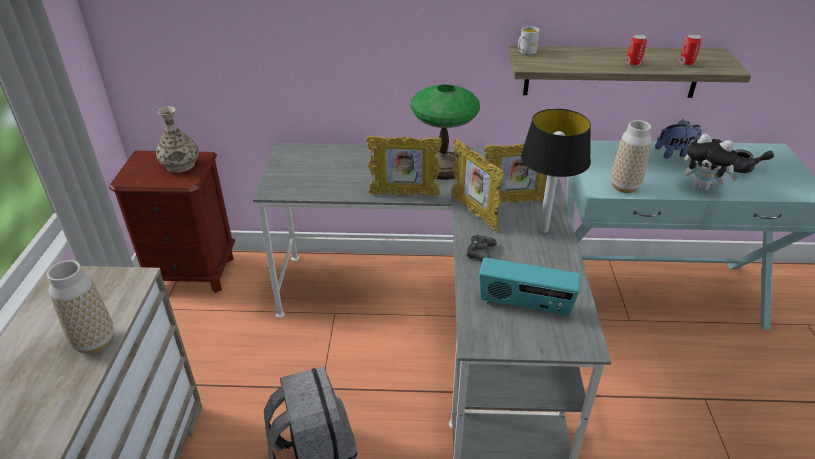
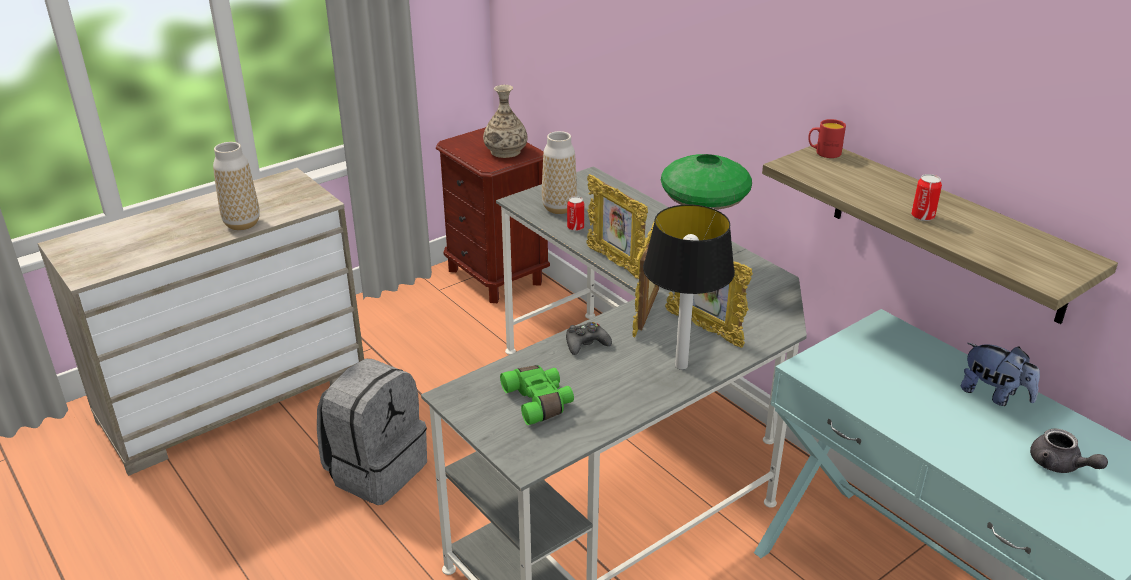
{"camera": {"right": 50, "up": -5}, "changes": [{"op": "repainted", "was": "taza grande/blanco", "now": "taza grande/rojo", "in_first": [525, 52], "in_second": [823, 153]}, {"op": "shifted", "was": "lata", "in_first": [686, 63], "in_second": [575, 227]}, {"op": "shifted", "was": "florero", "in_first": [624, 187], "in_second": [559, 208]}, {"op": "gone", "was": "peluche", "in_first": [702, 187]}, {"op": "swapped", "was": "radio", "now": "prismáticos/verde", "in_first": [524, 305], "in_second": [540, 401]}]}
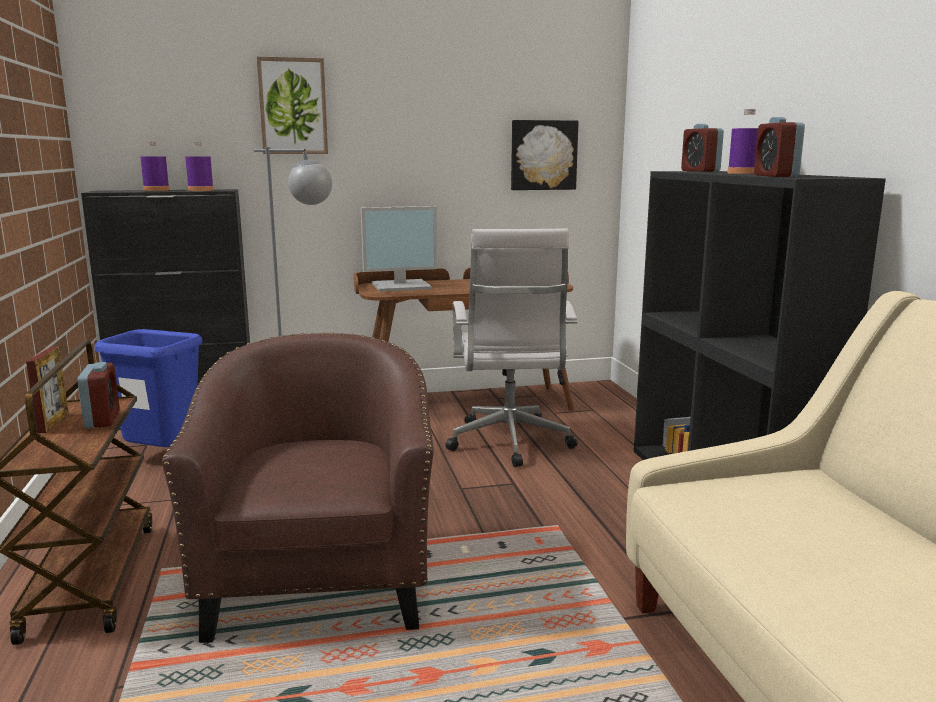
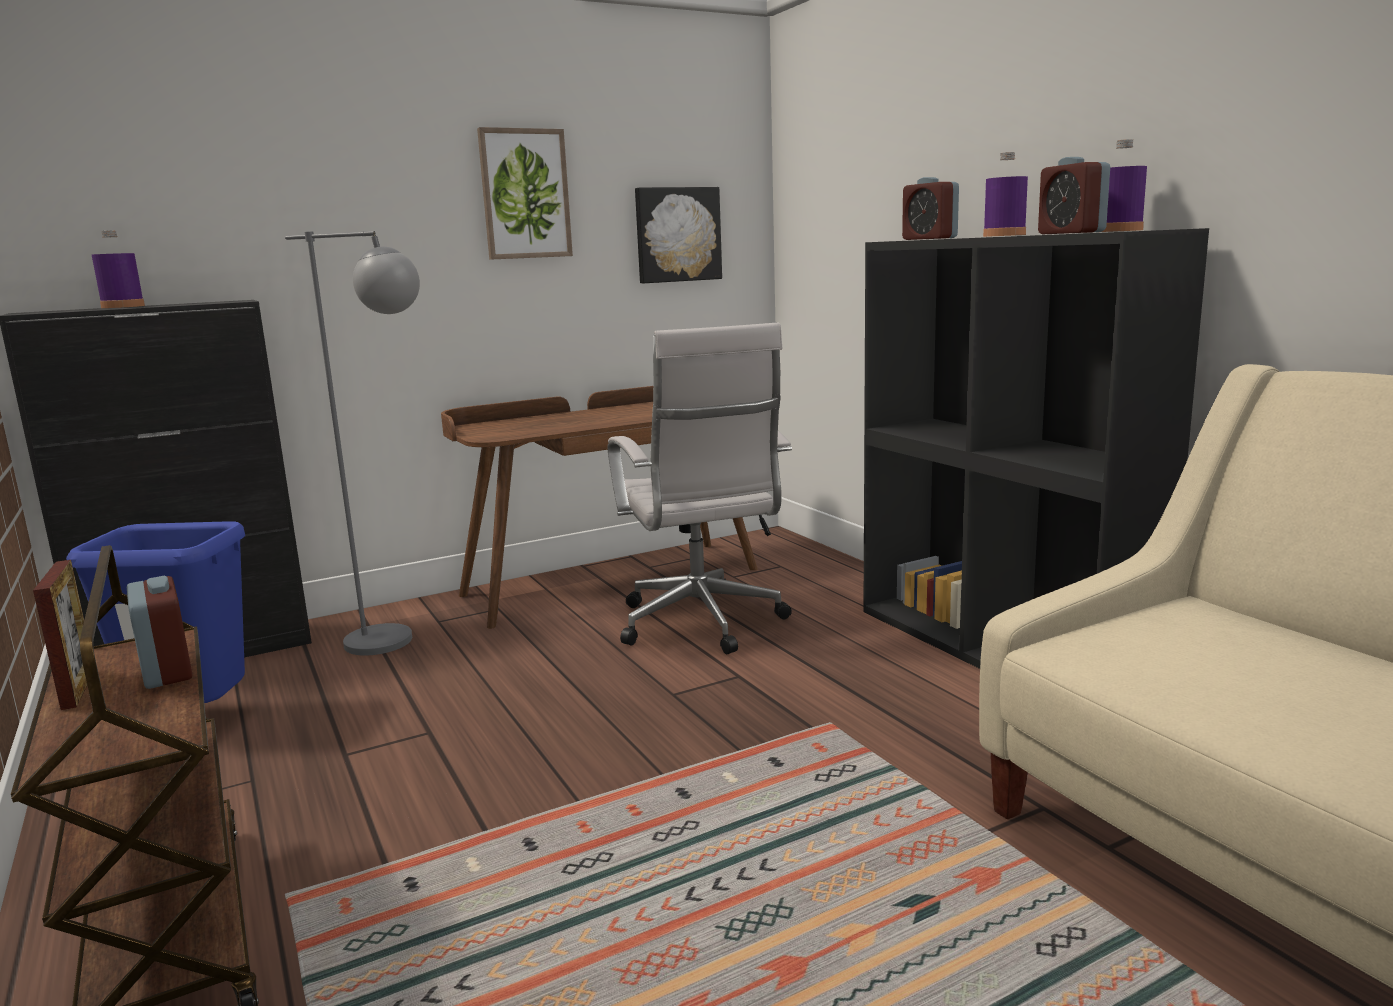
{"camera": {"right": -15, "up": 0}, "changes": [{"op": "shifted", "was": "cuadro", "in_first": [293, 106], "in_second": [525, 194]}, {"op": "shifted", "was": "botella/morado", "in_first": [201, 190], "in_second": [1118, 231]}, {"op": "gone", "was": "monitor", "in_first": [402, 286]}, {"op": "gone", "was": "sillón/marrón", "in_first": [320, 581]}]}
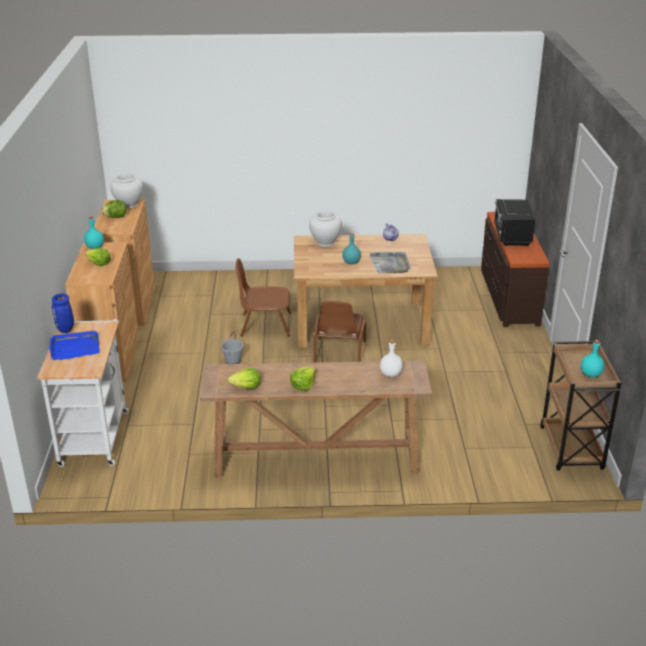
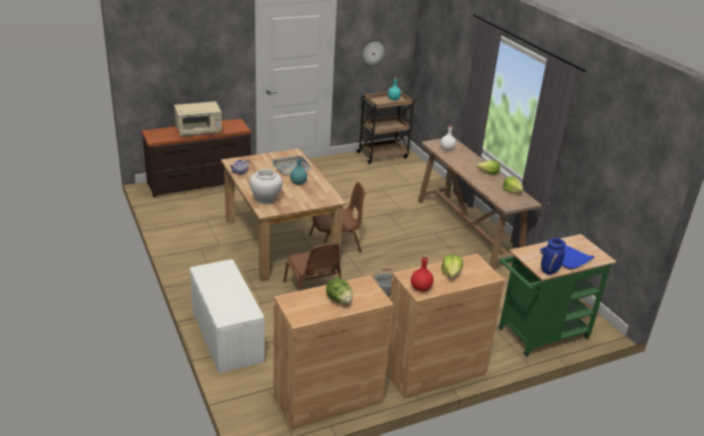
{"camera": {"right": -115, "up": 0}, "changes": [{"op": "gone", "was": "florero/blanco", "in_first": [128, 205]}, {"op": "repainted", "was": "microondas/negro", "now": "microondas/beis", "in_first": [511, 236], "in_second": [199, 131]}, {"op": "repainted", "was": "botella/turquesa", "now": "botella/rojo", "in_first": [95, 247], "in_second": [420, 288]}, {"op": "repainted", "was": "carrito/blanco", "now": "carrito/verde", "in_first": [95, 434], "in_second": [538, 335]}, {"op": "new", "now": "reloj de pared", "in_second": [373, 53]}, {"op": "new", "now": "banco/blanco", "in_second": [225, 335]}]}
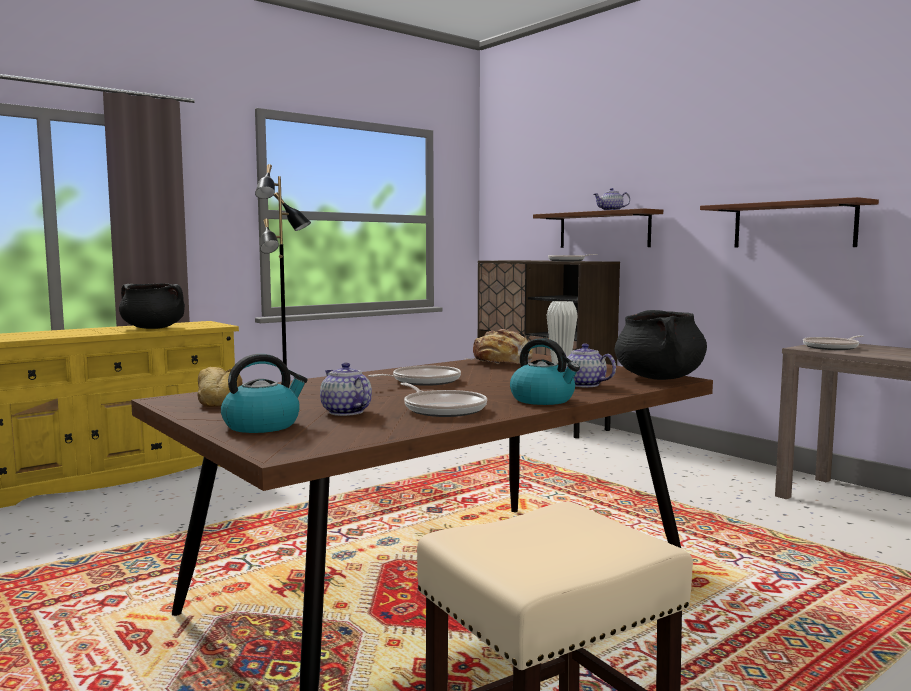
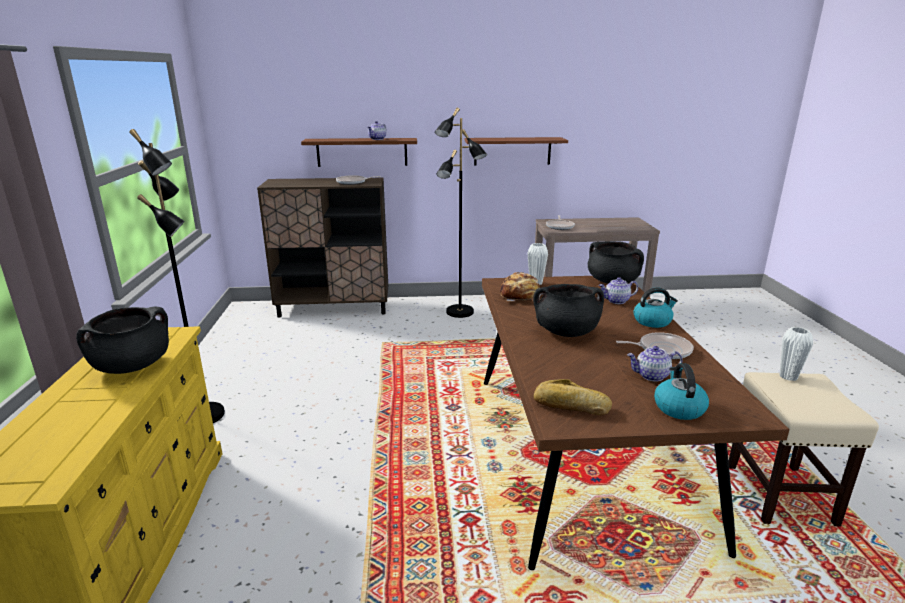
{"camera": {"right": -55, "up": 15}, "changes": [{"op": "swapped", "was": "sartén", "now": "olla/negro", "in_first": [423, 381], "in_second": [566, 332]}, {"op": "new", "now": "lámpara de pie/negro", "in_second": [460, 312]}, {"op": "new", "now": "florero/blanco", "in_second": [788, 377]}]}
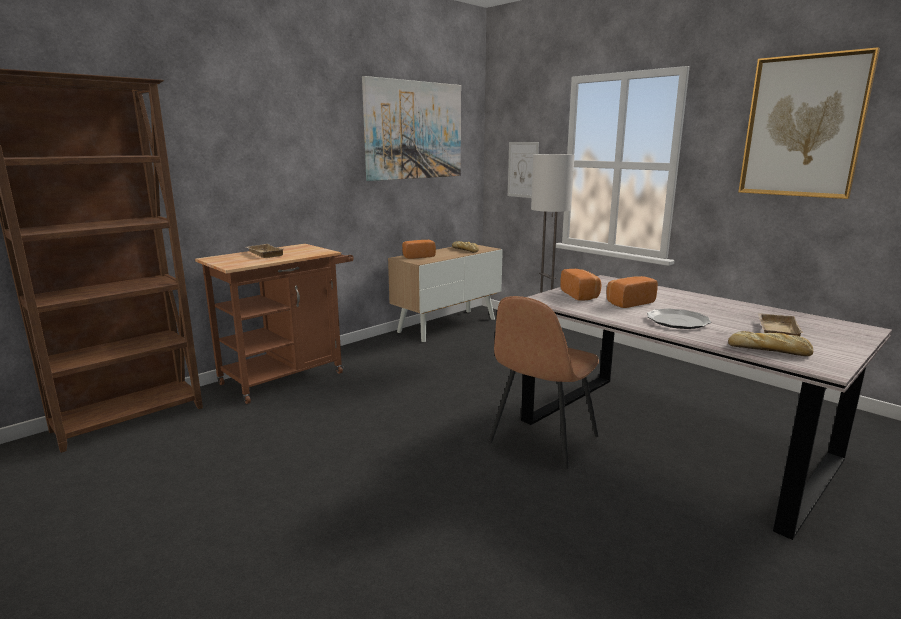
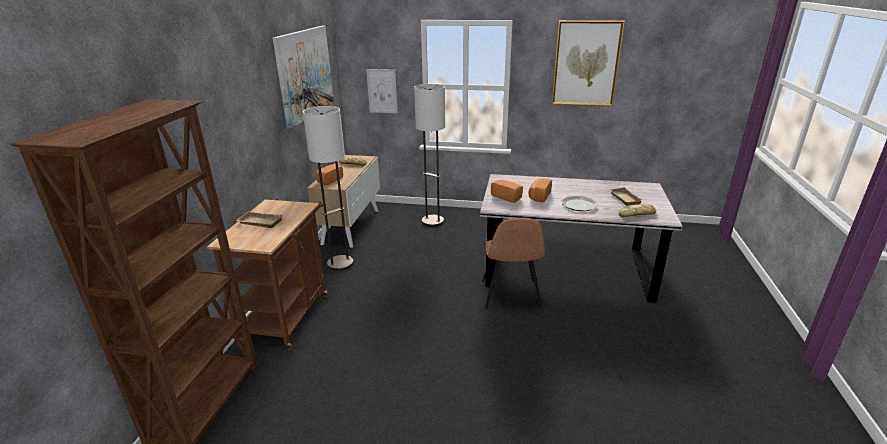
{"camera": {"right": -35, "up": 10}, "changes": [{"op": "new", "now": "lámpara de pie", "in_second": [340, 263]}]}
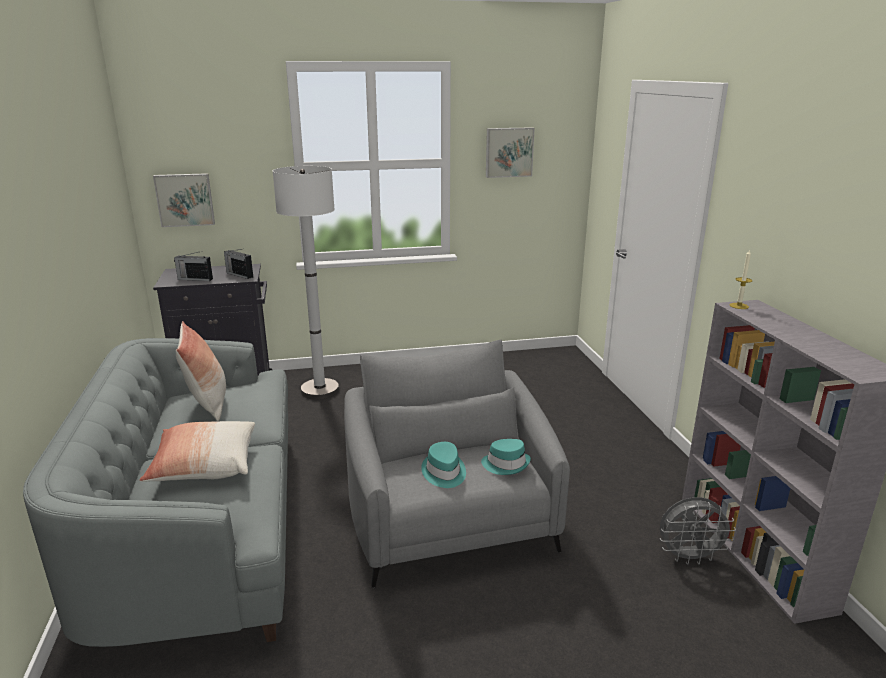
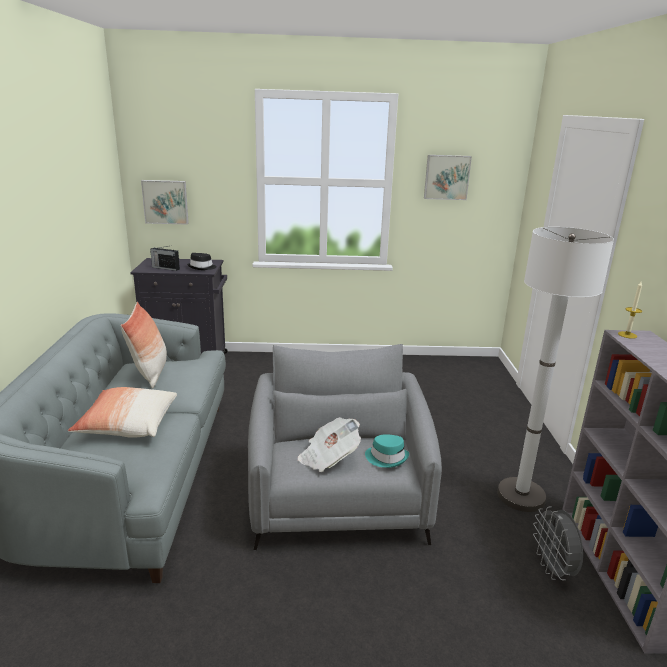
{"camera": {"right": 10, "up": 0}, "changes": [{"op": "shifted", "was": "lámpara de pie/blanco", "in_first": [320, 390], "in_second": [521, 496]}, {"op": "swapped", "was": "radio", "now": "sombrero/negro", "in_first": [239, 275], "in_second": [202, 267]}, {"op": "swapped", "was": "sombrero/turquesa", "now": "periódico", "in_first": [443, 472], "in_second": [328, 457]}, {"op": "rotated", "was": "ventilador/gris", "in_first": [689, 557], "in_second": [553, 569], "clockwise": 75}]}
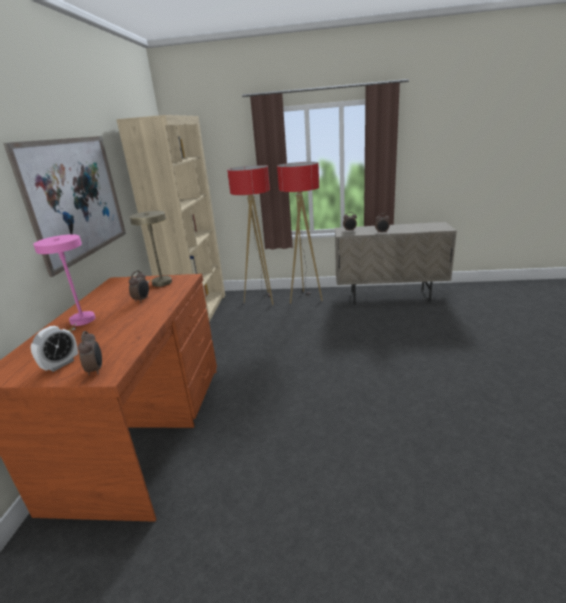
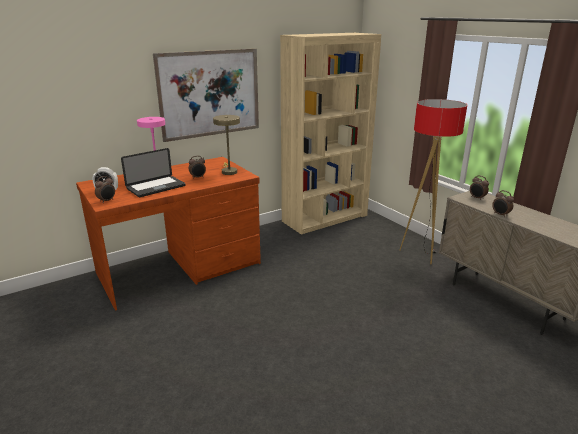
{"camera": {"right": 50, "up": 0}, "changes": [{"op": "gone", "was": "lámpara de pie", "in_first": [262, 300]}, {"op": "new", "now": "portátil", "in_second": [156, 187]}]}
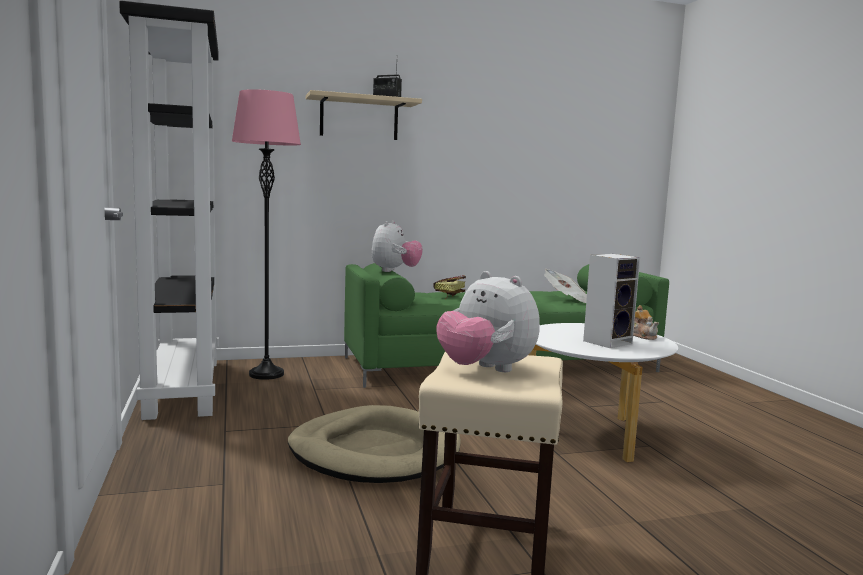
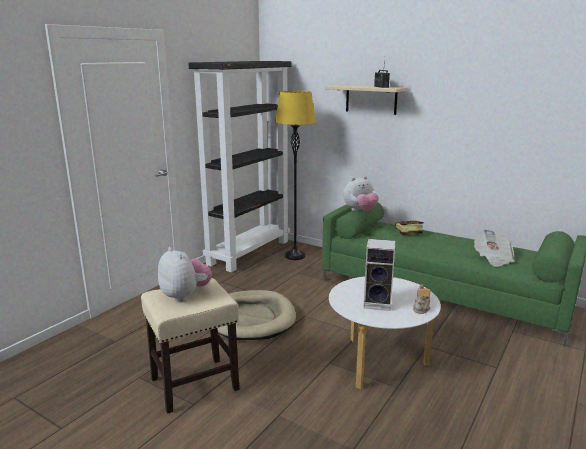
{"camera": {"right": 50, "up": 10}, "changes": [{"op": "repainted", "was": "lámpara de pie/rosa", "now": "lámpara de pie/amarillo", "in_first": [266, 374], "in_second": [295, 256]}, {"op": "rotated", "was": "peluche", "in_first": [485, 370], "in_second": [185, 295], "clockwise": 135}]}
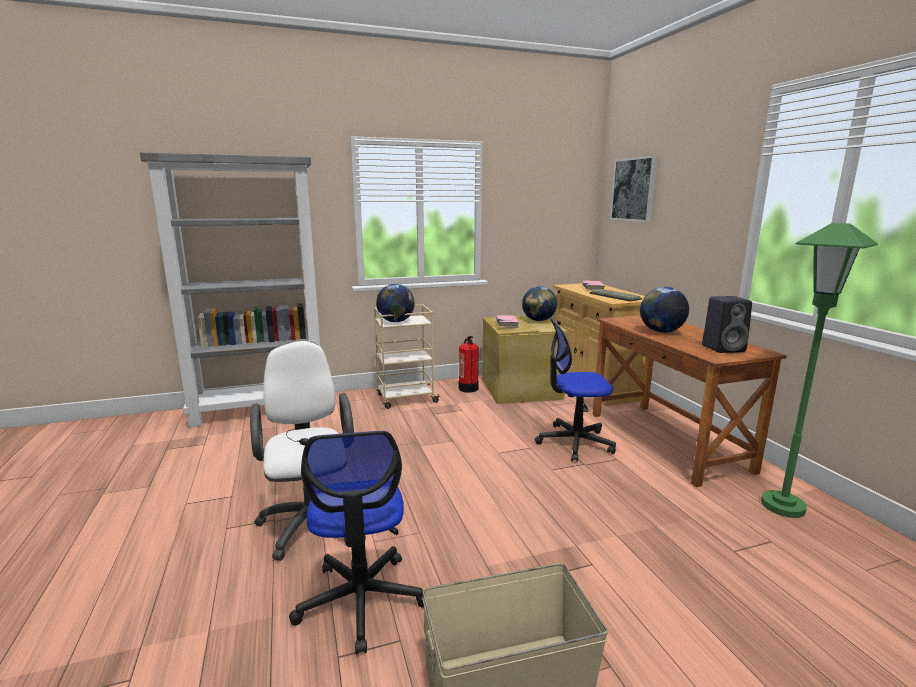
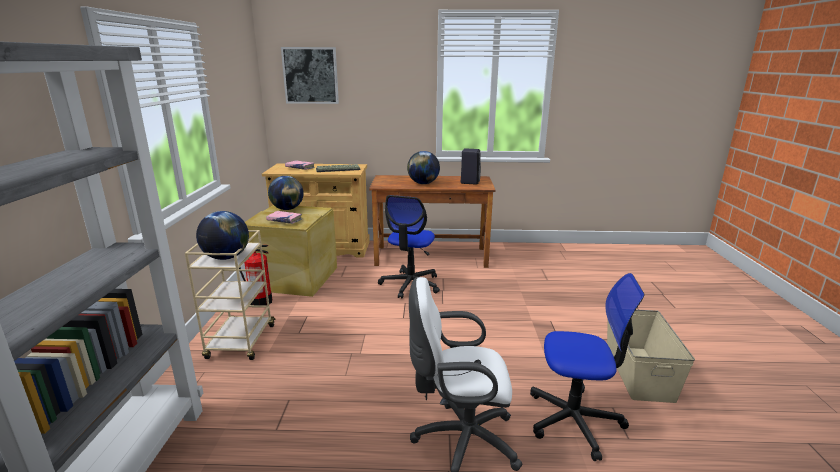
{"camera": {"right": -70, "up": 5}, "changes": [{"op": "gone", "was": "lámpara de pie/verde", "in_first": [783, 506]}]}
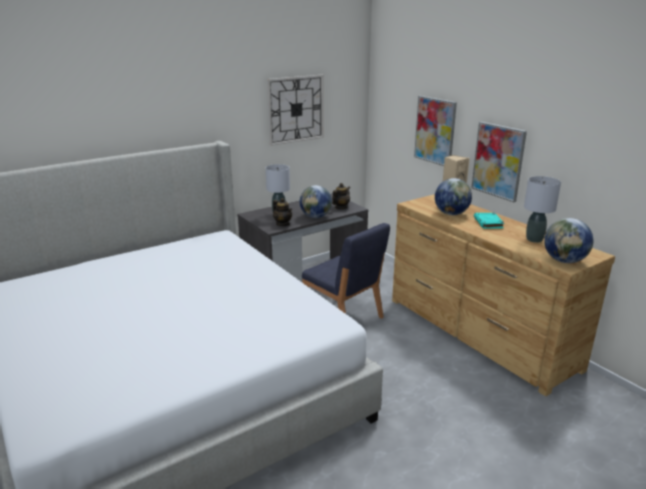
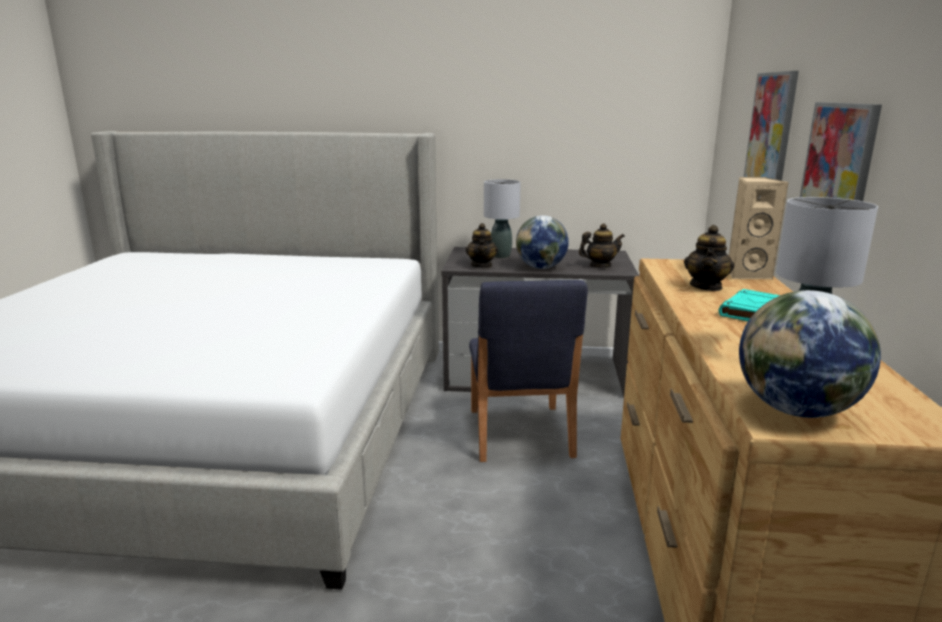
{"camera": {"right": 40, "up": -5}, "changes": [{"op": "gone", "was": "reloj de pared", "in_first": [295, 109]}, {"op": "swapped", "was": "globo terráqueo", "now": "tetera", "in_first": [451, 214], "in_second": [706, 286]}]}
